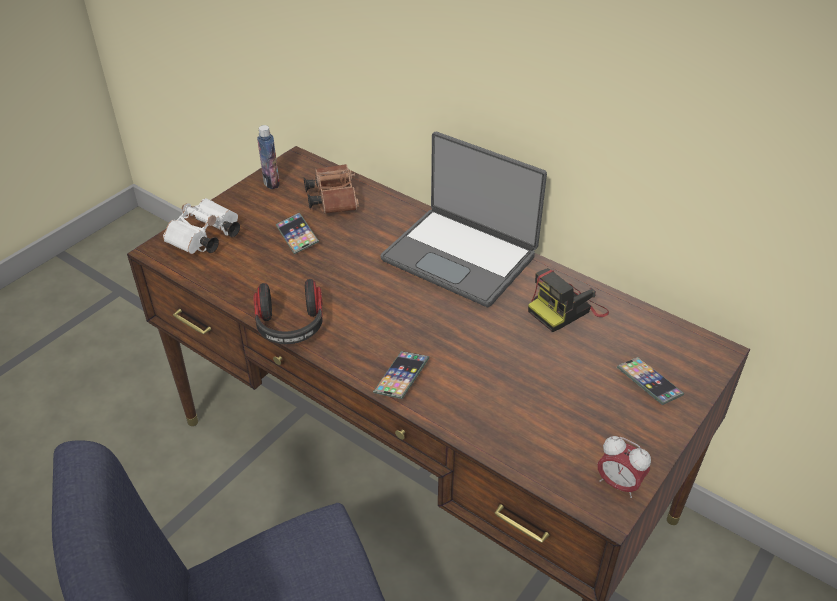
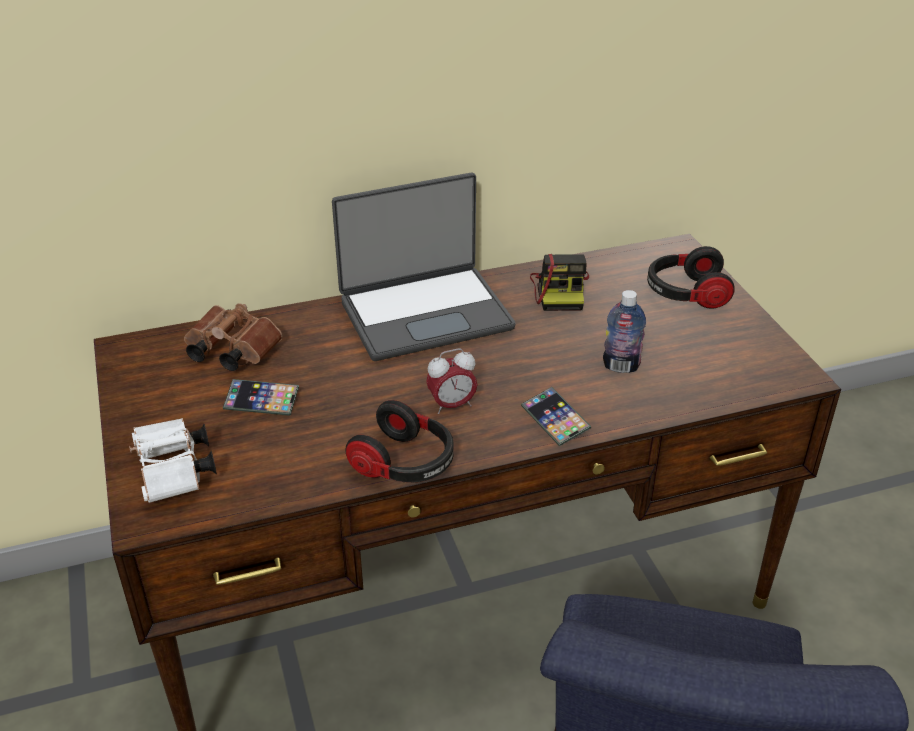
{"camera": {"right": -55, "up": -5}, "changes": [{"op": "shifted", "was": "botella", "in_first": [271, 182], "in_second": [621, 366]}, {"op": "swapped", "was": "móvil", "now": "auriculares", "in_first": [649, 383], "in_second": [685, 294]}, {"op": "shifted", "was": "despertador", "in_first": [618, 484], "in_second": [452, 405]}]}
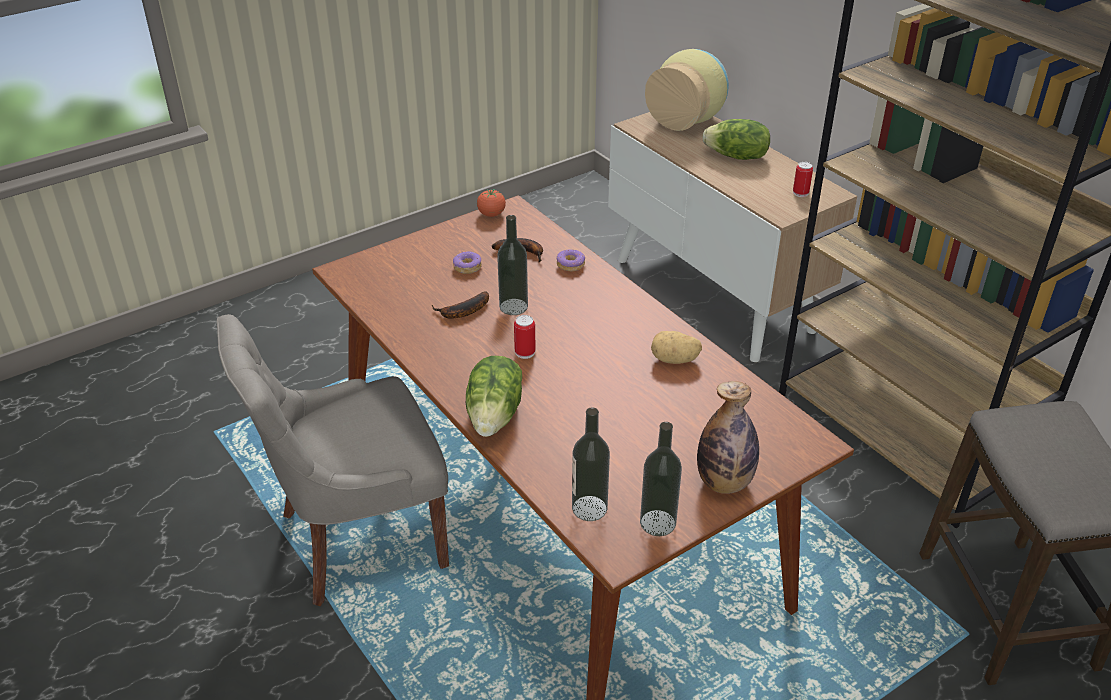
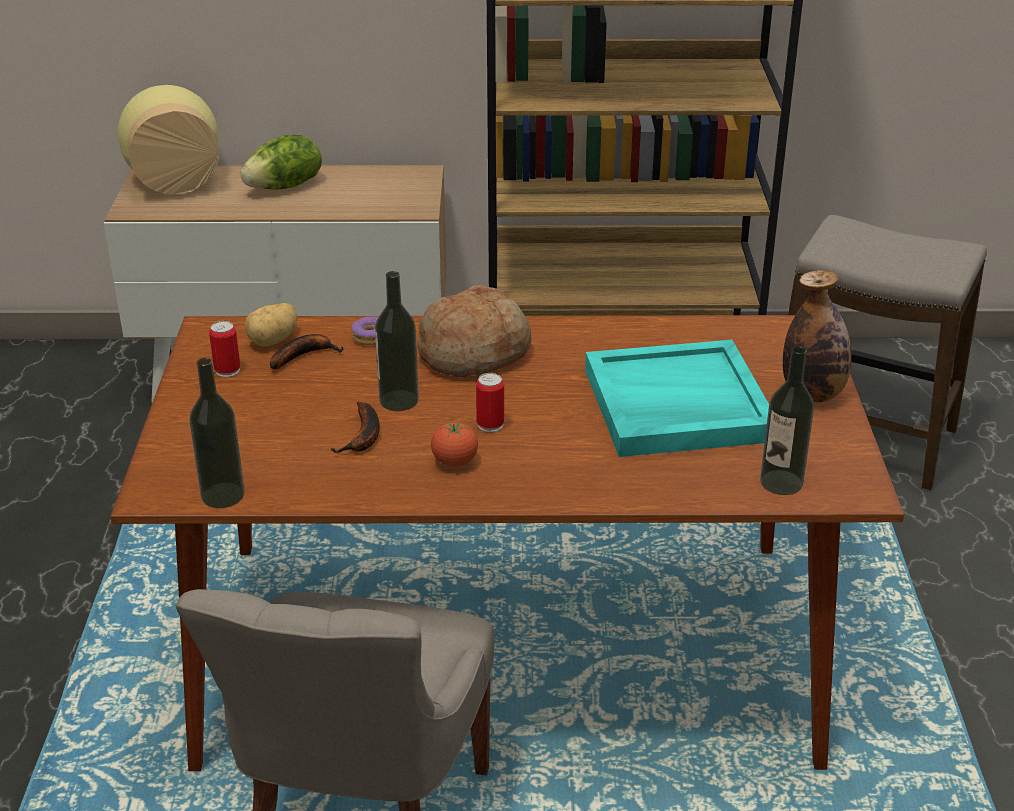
{"camera": {"right": -55, "up": -5}, "changes": [{"op": "shifted", "was": "lata", "in_first": [800, 193], "in_second": [227, 370]}, {"op": "shifted", "was": "tomate", "in_first": [491, 214], "in_second": [454, 461]}, {"op": "gone", "was": "rosquilla", "in_first": [467, 267]}, {"op": "shifted", "was": "patata", "in_first": [674, 360], "in_second": [274, 340]}, {"op": "gone", "was": "lechuga", "in_first": [495, 415]}, {"op": "shifted", "was": "botella", "in_first": [658, 523], "in_second": [222, 495]}, {"op": "new", "now": "pan", "in_second": [474, 351]}, {"op": "new", "now": "bandeja/turquesa", "in_second": [676, 405]}]}
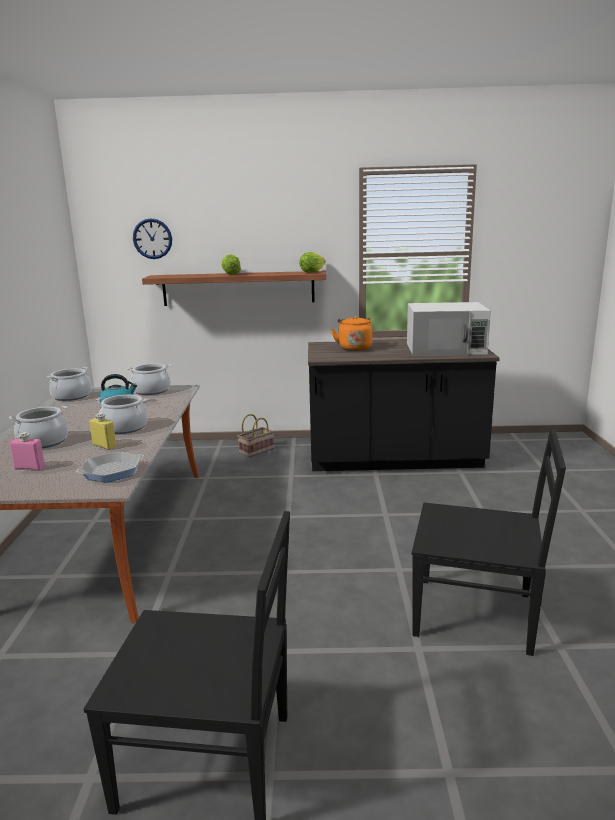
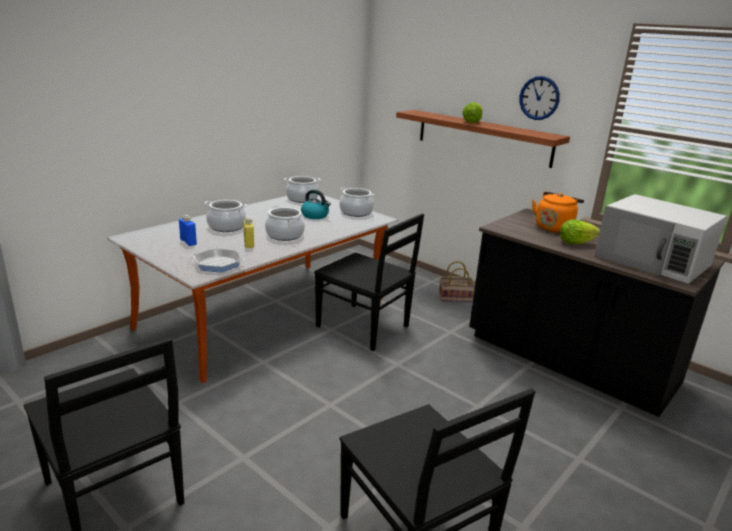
{"camera": {"right": 40, "up": 5}, "changes": [{"op": "shifted", "was": "reloj de pared", "in_first": [152, 239], "in_second": [539, 98]}, {"op": "shifted", "was": "lechuga", "in_first": [312, 272], "in_second": [575, 243]}, {"op": "repainted", "was": "botella/rosa", "now": "botella/azul", "in_first": [30, 468], "in_second": [188, 242]}, {"op": "new", "now": "silla/negro", "in_second": [364, 327]}]}
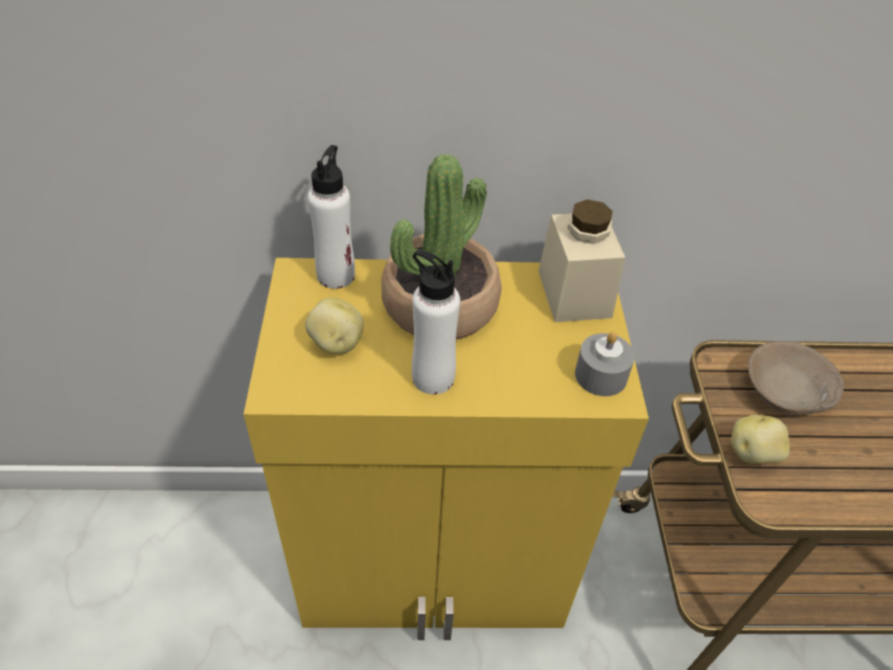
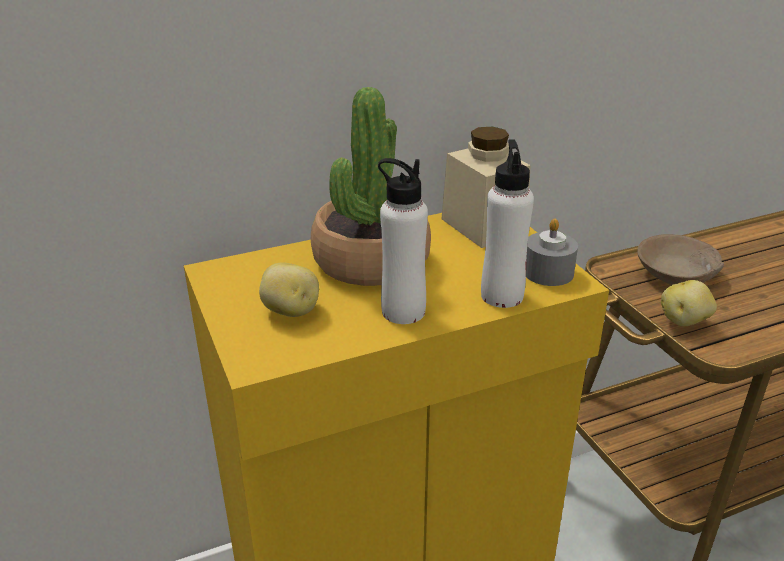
{"camera": {"right": -20, "up": -15}, "changes": [{"op": "shifted", "was": "botella/blanco", "in_first": [336, 275], "in_second": [502, 295]}]}
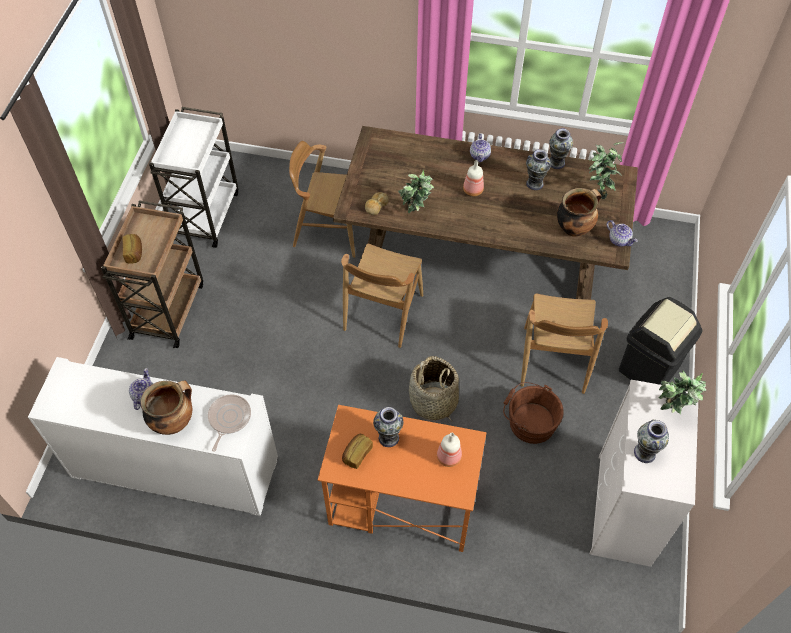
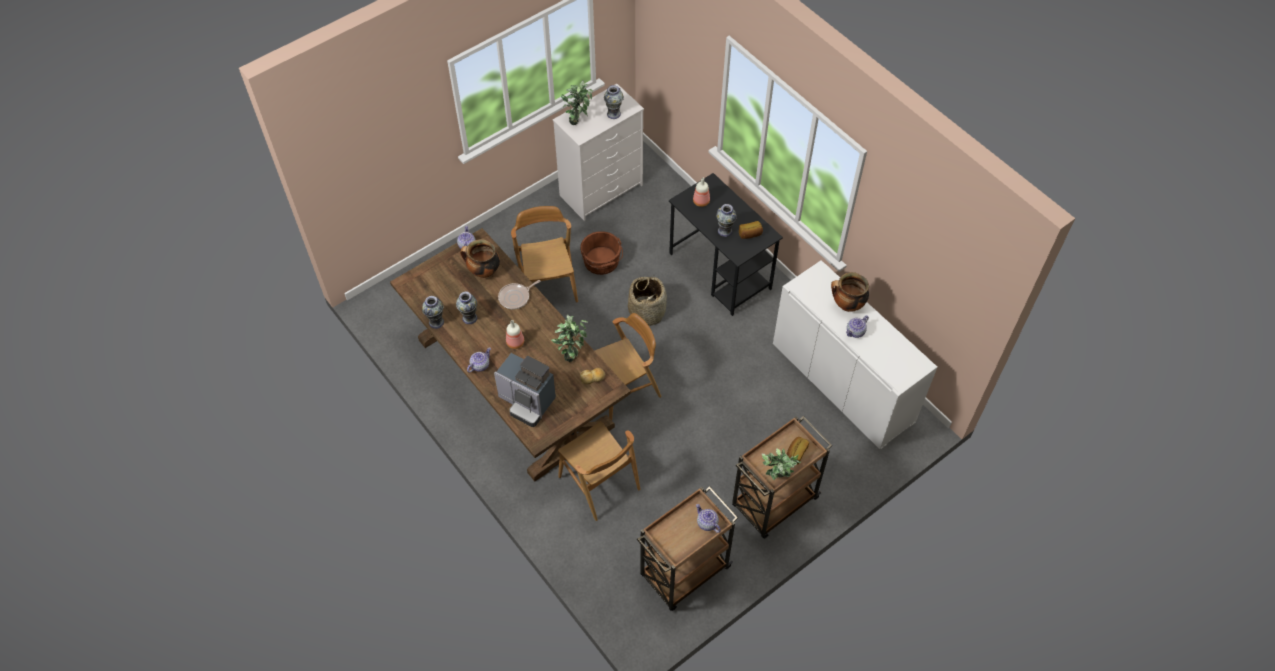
{"camera": {"right": -140, "up": 0}, "changes": [{"op": "repainted", "was": "carrito/blanco", "now": "carrito/marrón", "in_first": [206, 214], "in_second": [684, 573]}, {"op": "shifted", "was": "planta en maceta", "in_first": [598, 191], "in_second": [776, 479]}, {"op": "rotated", "was": "silla/marrón", "in_first": [553, 360], "in_second": [548, 284], "clockwise": -60}, {"op": "gone", "was": "papelera/negro", "in_first": [649, 367]}, {"op": "shifted", "was": "sartén", "in_first": [228, 419], "in_second": [516, 297]}, {"op": "repainted", "was": "escritorio/naranja", "now": "escritorio/negro", "in_first": [401, 505], "in_second": [720, 272]}, {"op": "new", "now": "cafetera", "in_second": [527, 402]}, {"op": "new", "now": "tetera", "in_second": [707, 523]}]}
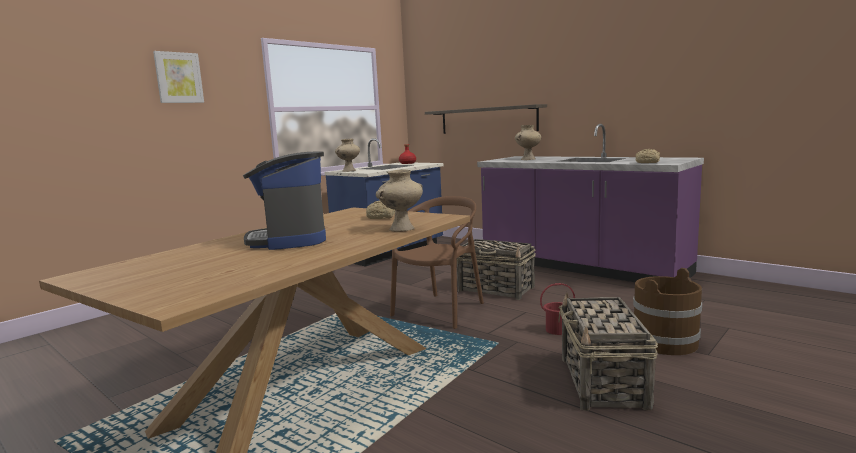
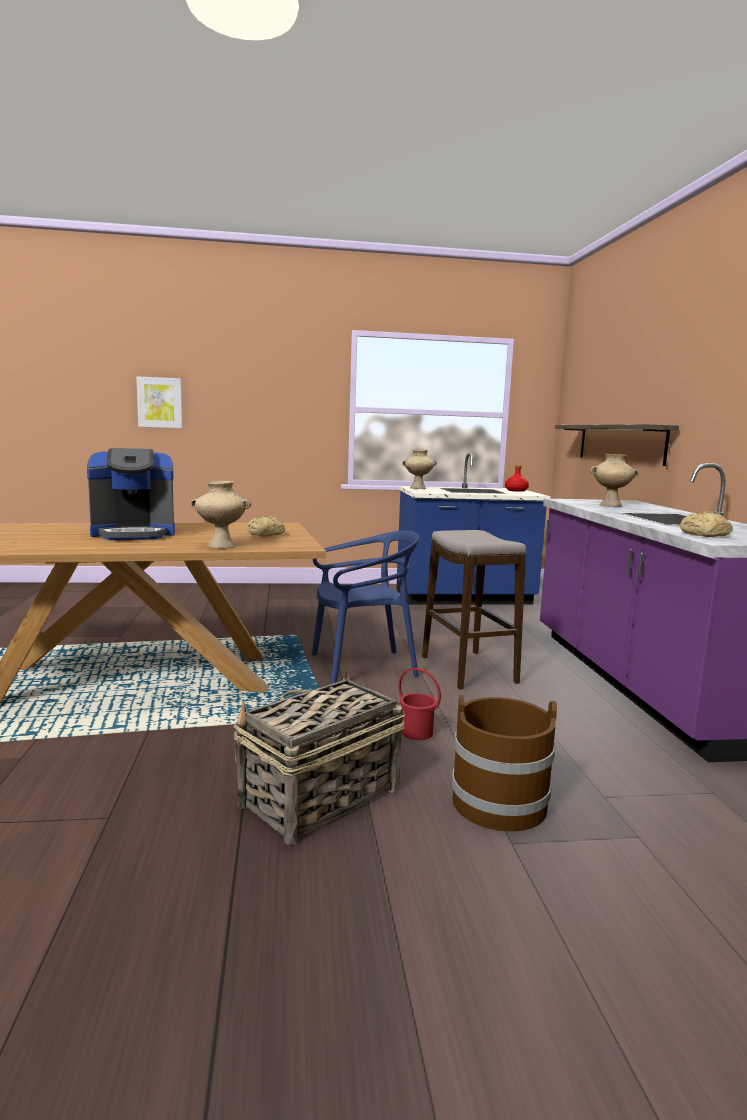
{"camera": {"right": 40, "up": 0}, "changes": [{"op": "shifted", "was": "cuadro", "in_first": [178, 78], "in_second": [160, 402]}, {"op": "rotated", "was": "cafetera", "in_first": [289, 239], "in_second": [134, 533], "clockwise": -135}, {"op": "repainted", "was": "silla/marrón", "now": "silla/azul", "in_first": [440, 310], "in_second": [362, 667]}, {"op": "swapped", "was": "cesta", "now": "taburete", "in_first": [496, 289], "in_second": [468, 670]}]}
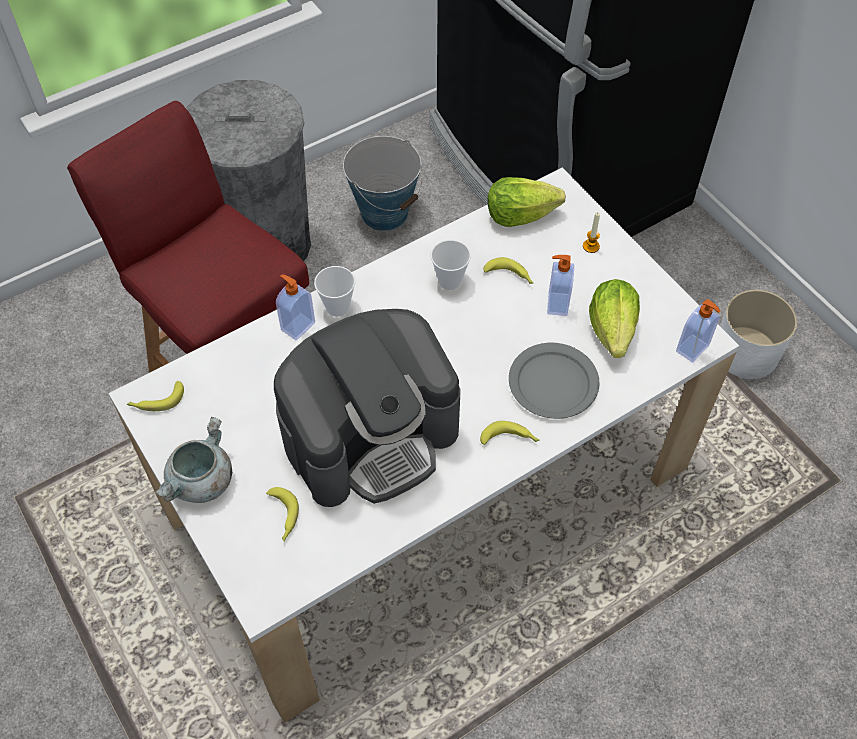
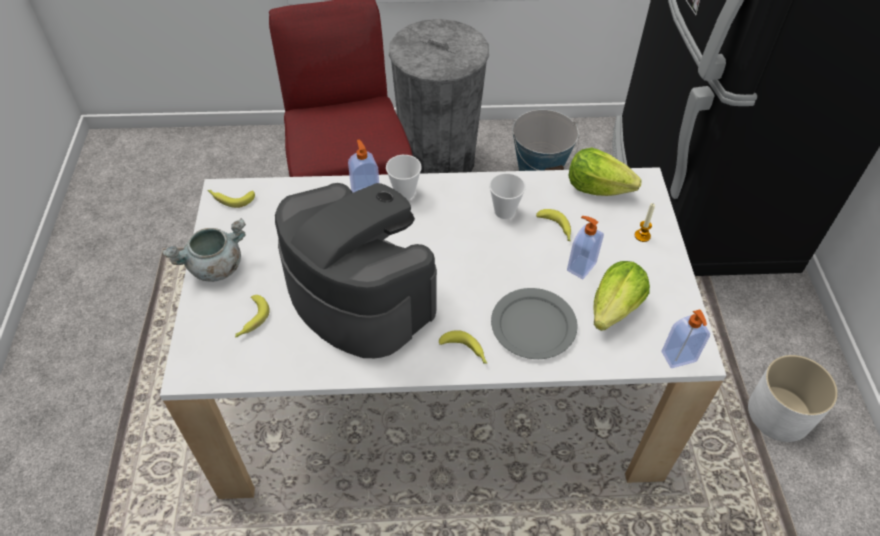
{"camera": {"right": 30, "up": -5}, "changes": [{"op": "rotated", "was": "cafetera", "in_first": [371, 436], "in_second": [359, 295], "clockwise": -135}]}
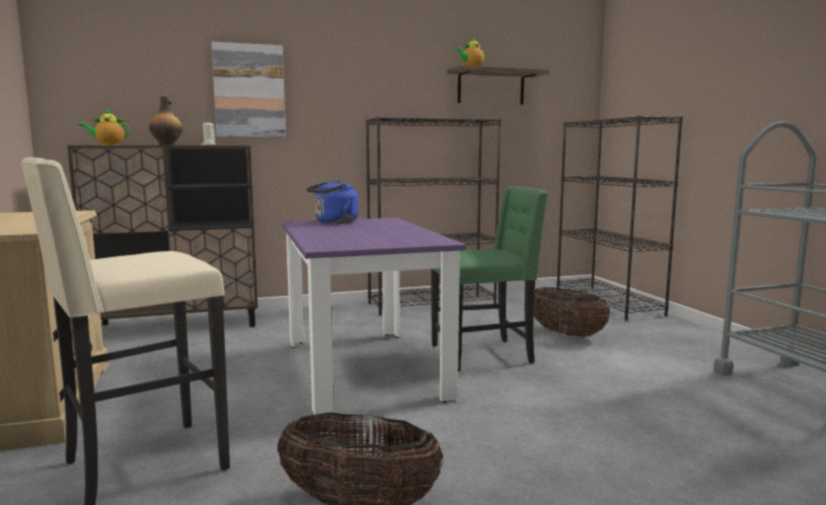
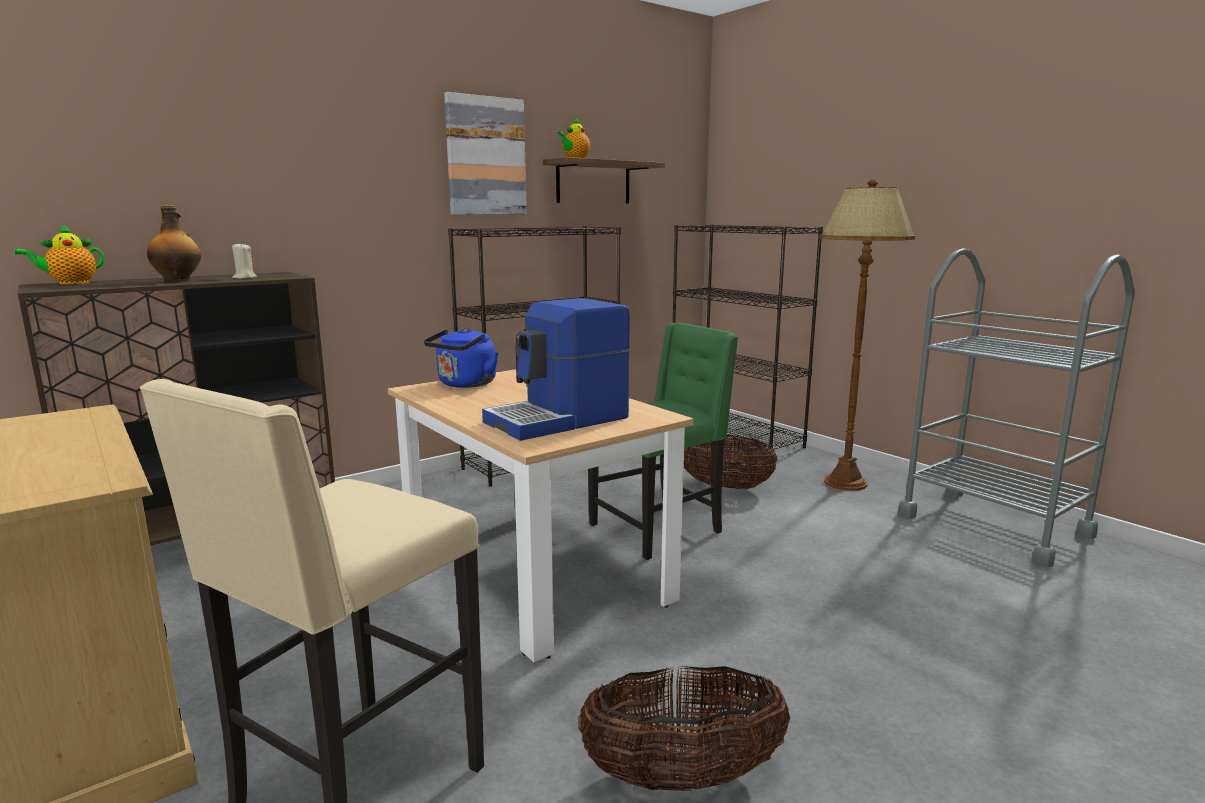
{"camera": {"right": -20, "up": 5}, "changes": [{"op": "shifted", "was": "cuadro", "in_first": [249, 91], "in_second": [485, 156]}, {"op": "repainted", "was": "mesa de comedor/morado", "now": "mesa de comedor/beis", "in_first": [363, 368], "in_second": [533, 573]}, {"op": "new", "now": "lámpara de pie/marrón", "in_second": [844, 483]}, {"op": "new", "now": "cafetera", "in_second": [559, 420]}]}
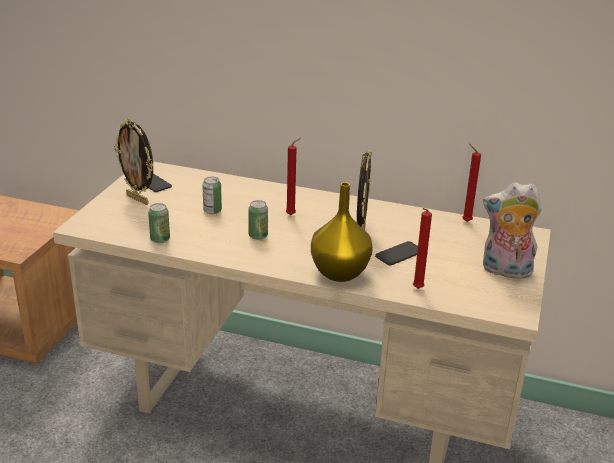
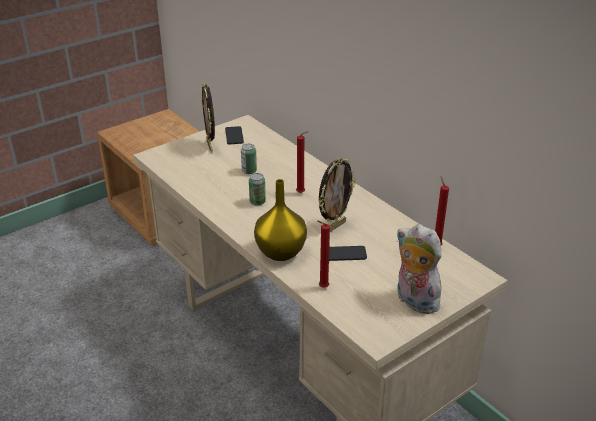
{"camera": {"right": 35, "up": 5}, "changes": [{"op": "gone", "was": "lata", "in_first": [160, 239]}]}
